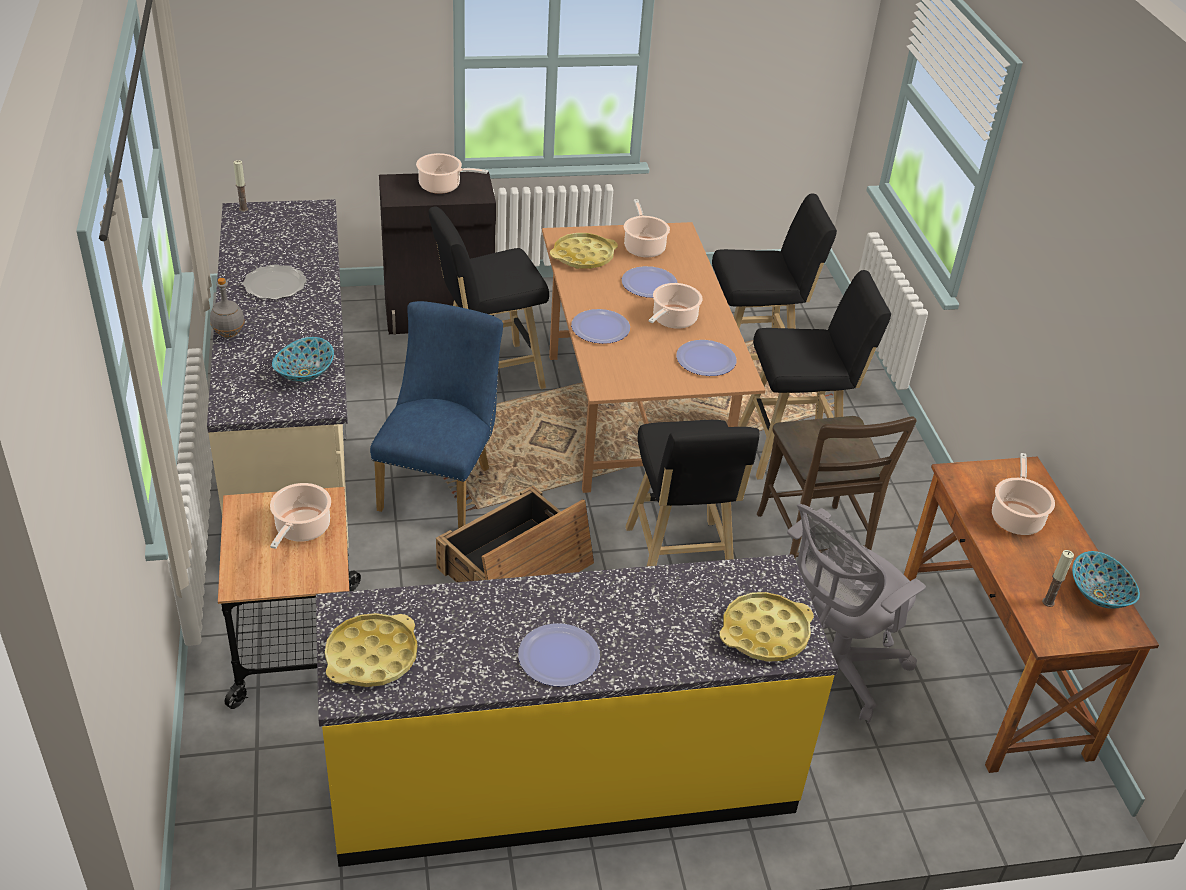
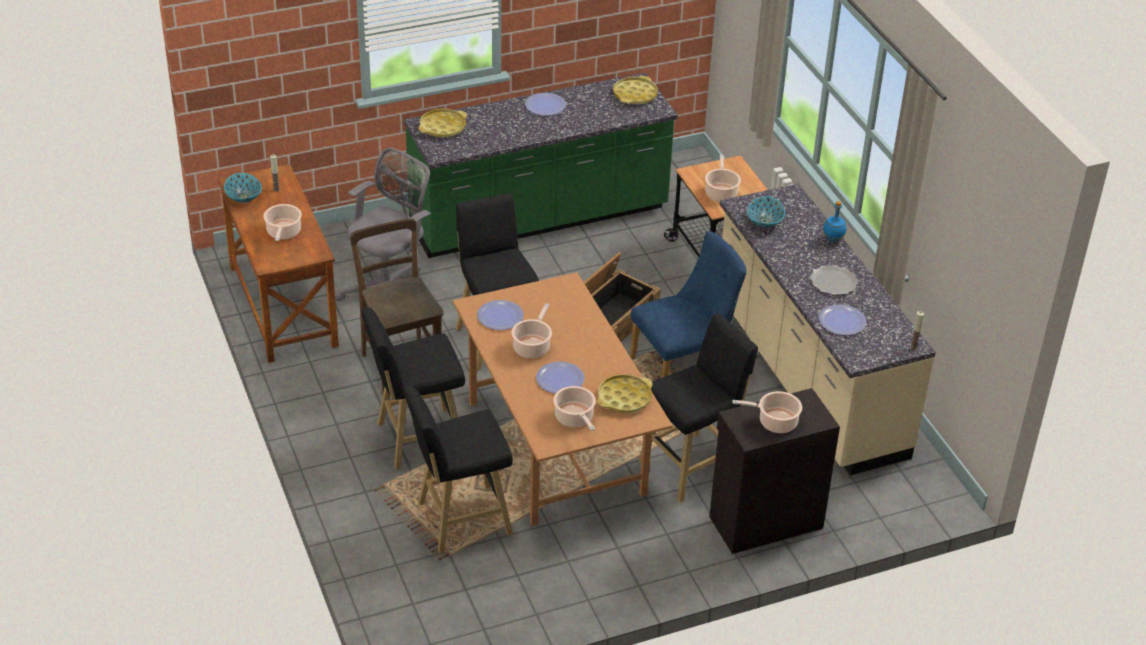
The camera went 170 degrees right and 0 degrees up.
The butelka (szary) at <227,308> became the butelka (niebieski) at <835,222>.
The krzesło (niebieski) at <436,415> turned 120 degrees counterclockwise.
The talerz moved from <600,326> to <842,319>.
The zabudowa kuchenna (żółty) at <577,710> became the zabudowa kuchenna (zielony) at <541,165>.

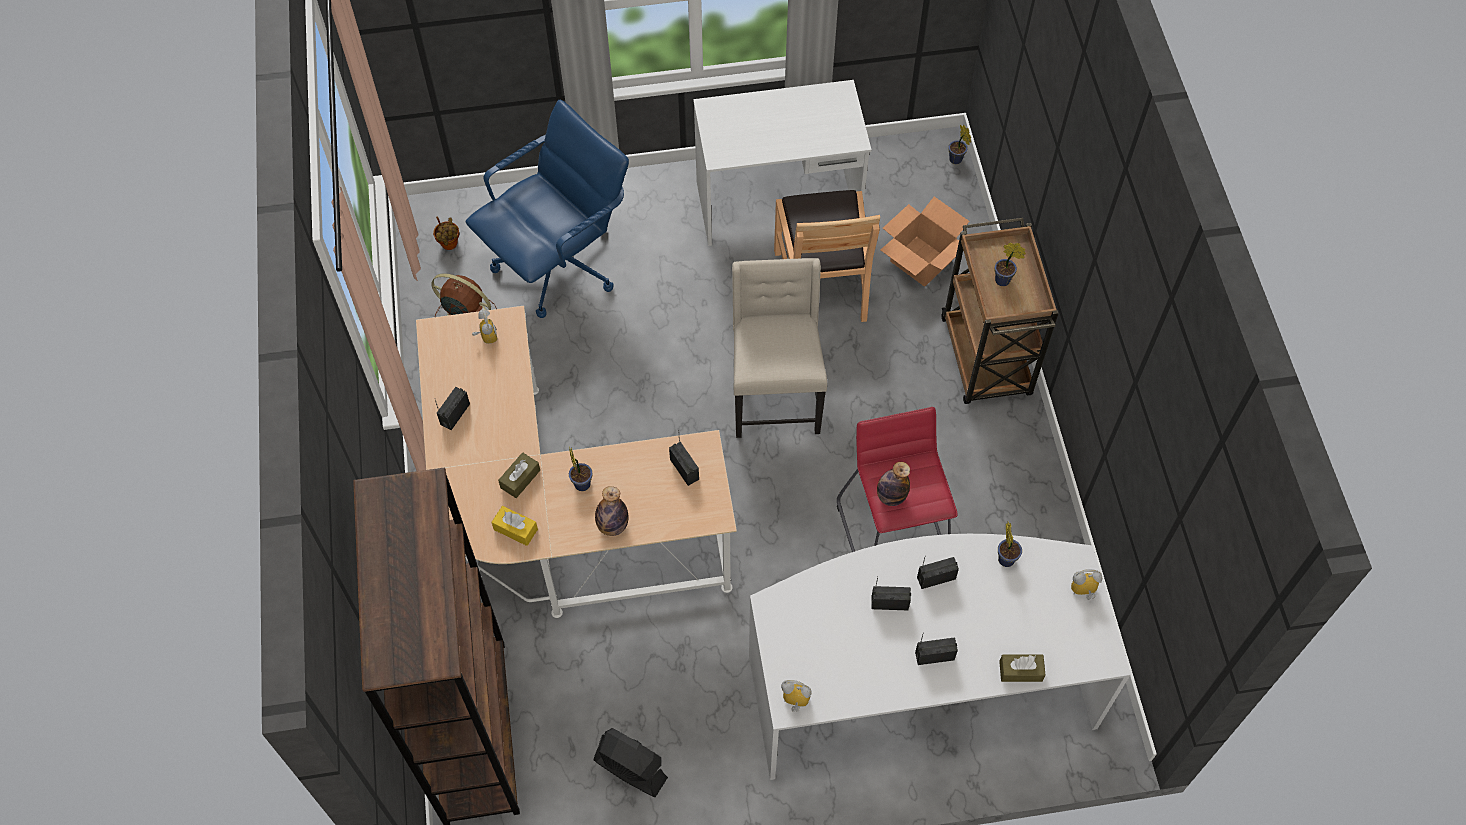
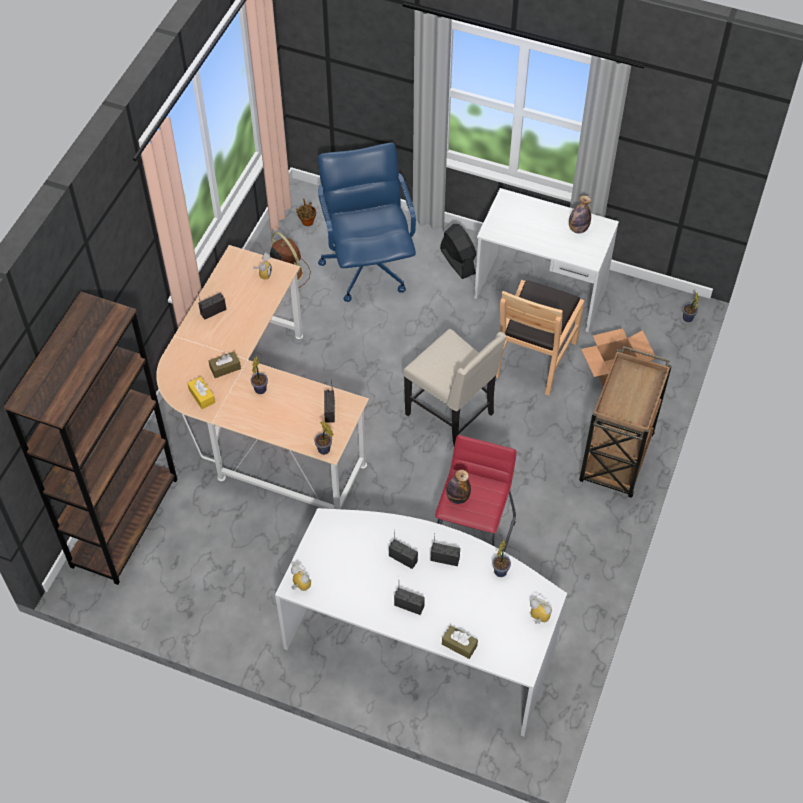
The camera went 30 degrees right and 5 degrees down.
The krzesło biurowe (niebieski) at <547,209> turned 90 degrees counterclockwise.
The roślina doniczkowa moved from <1010,264> to <324,438>.
The krzesło (beżowy) at <779,348> turned 105 degrees clockwise.
The butelka moved from <612,511> to <580,214>.
The wentylator (czarny) moved from <631,762> to <458,251>.

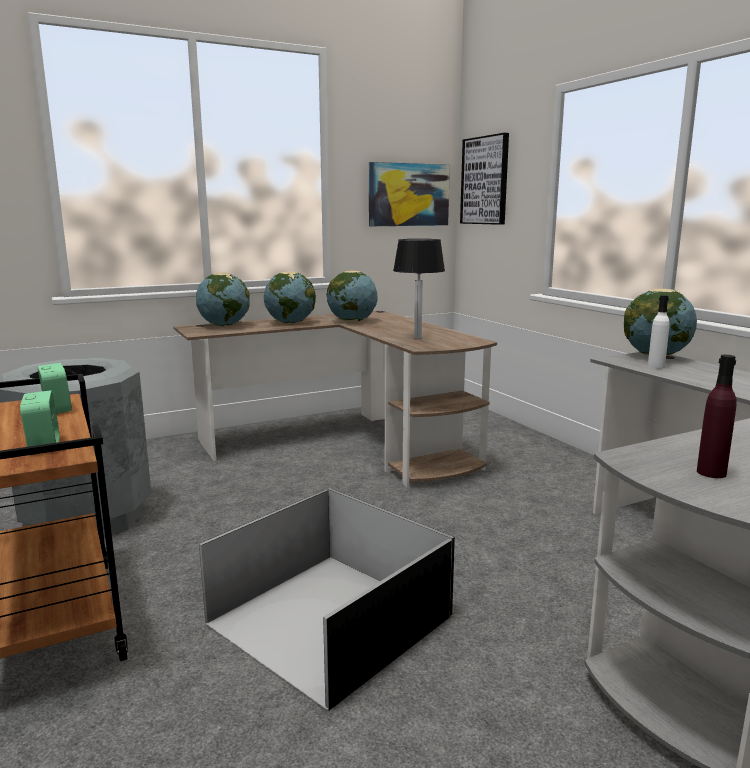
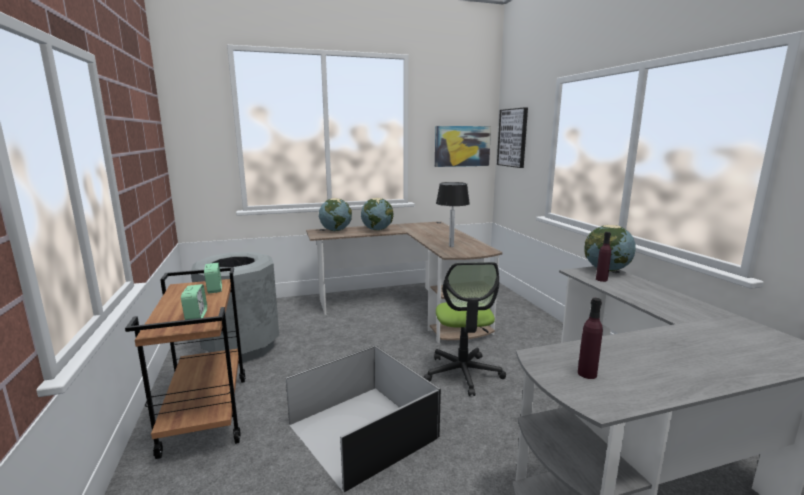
The camera went 10 degrees right and 0 degrees up.
The globus at <352,296> disappeared.
The butelka (biały) at <659,332> became the butelka (fioletowy) at <603,257>.
The krzesło biurowe at <465,329> appeared.

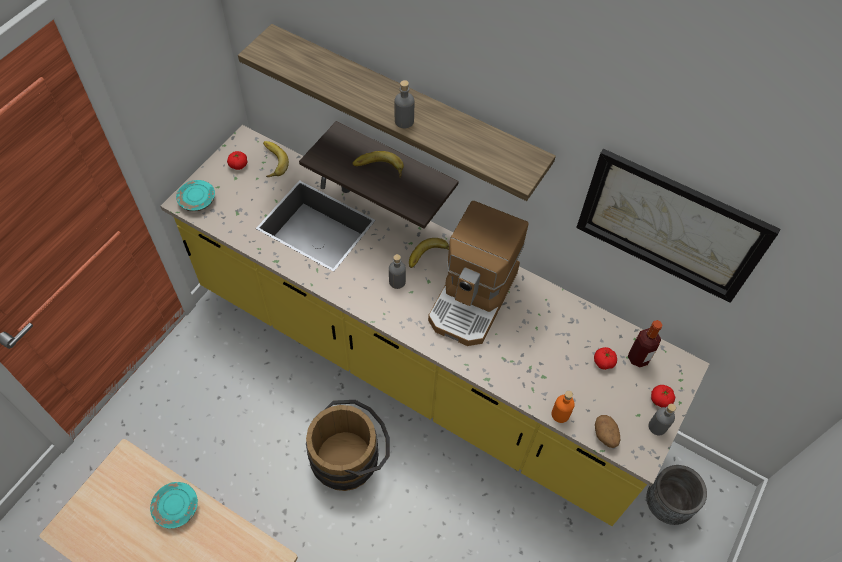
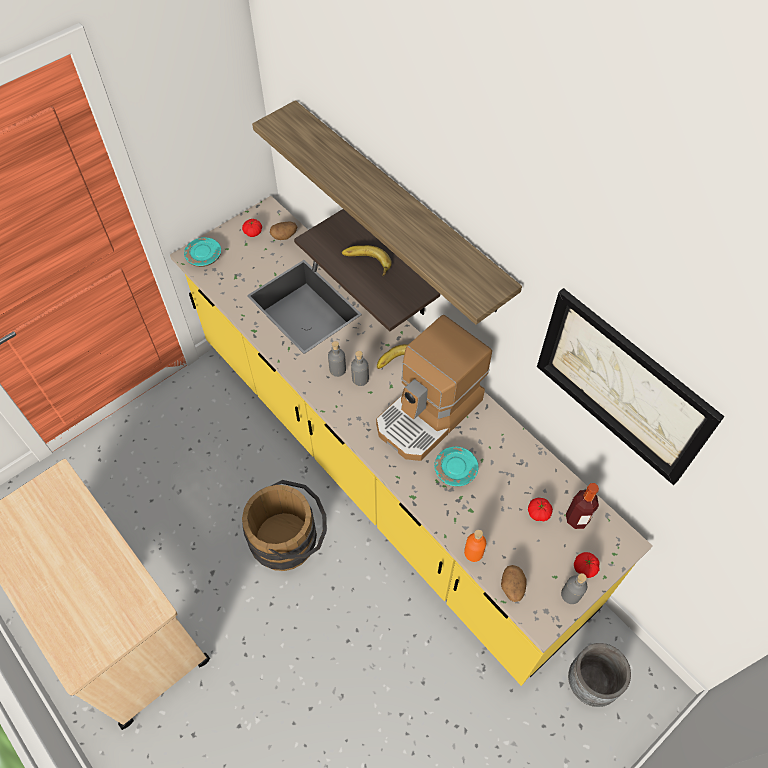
The camera went 20 degrees right and 0 degrees up.
The butelka (szary) moved from <404,104> to <337,359>.
The banan at <276,159> was replaced by the ziemniak at <283,231>.
The talerz (turkusowy) moved from <174,505> to <456,466>.

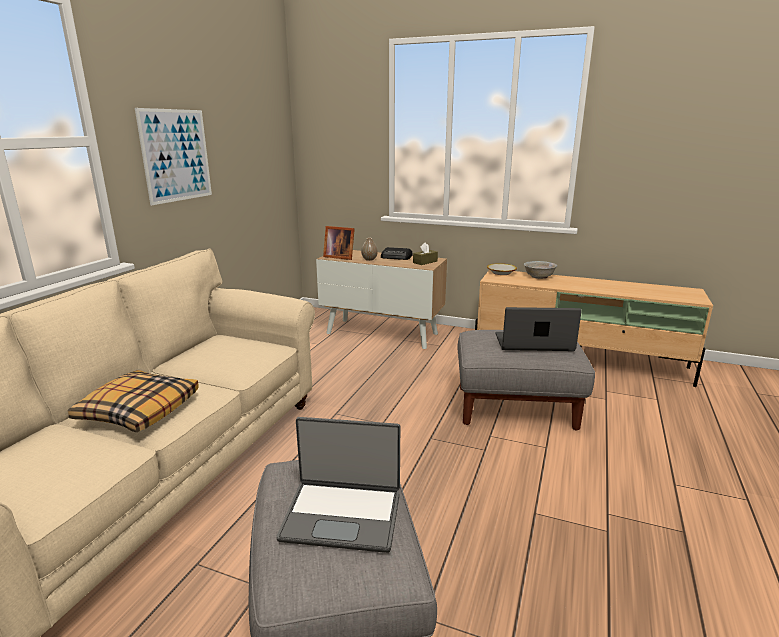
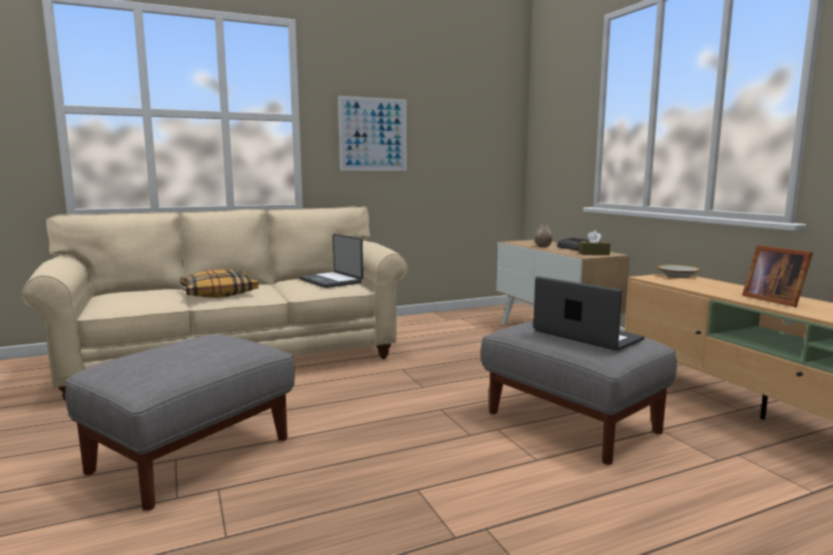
The camera went 45 degrees right and 10 degrees down.
The ramka na zdjęcie moved from <339,243> to <777,276>.
The miska (biały) at <540,270> disappeared.
The laptop moved from <338,485> to <331,261>.

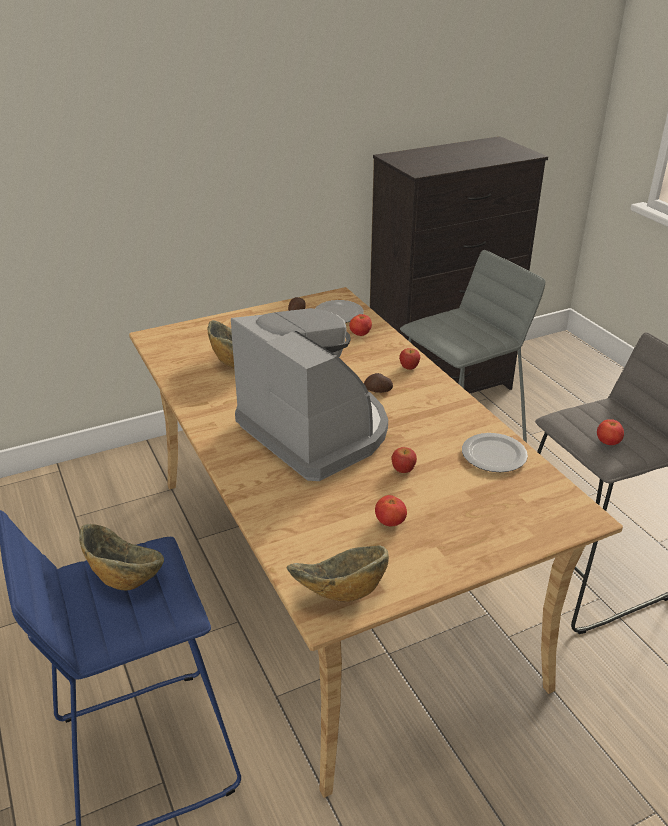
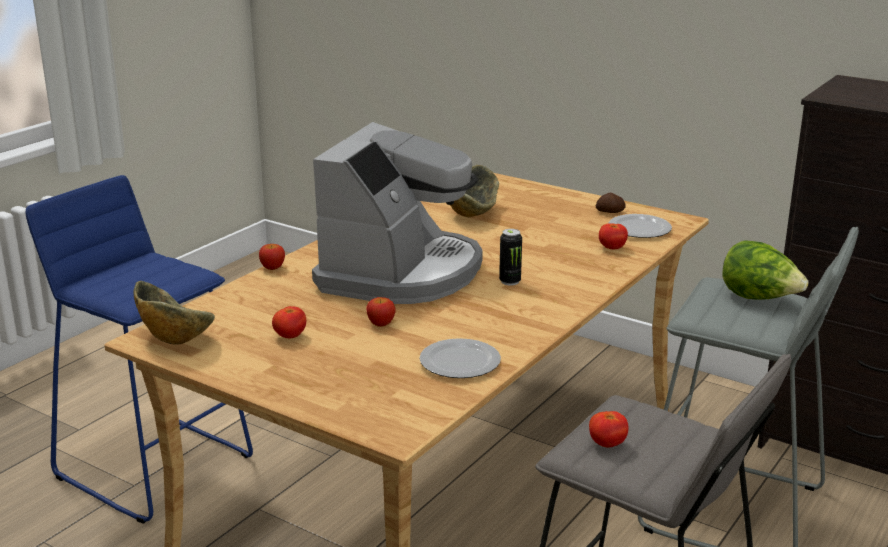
The camera went 60 degrees right and 10 degrees down.
The jabłko moved from <409,359> to <272,257>.
The ziemniak at <378,383> was replaced by the puszka at <510,257>.
The miska at <121,557> disappeared.
The sałata at <766,270> appeared.

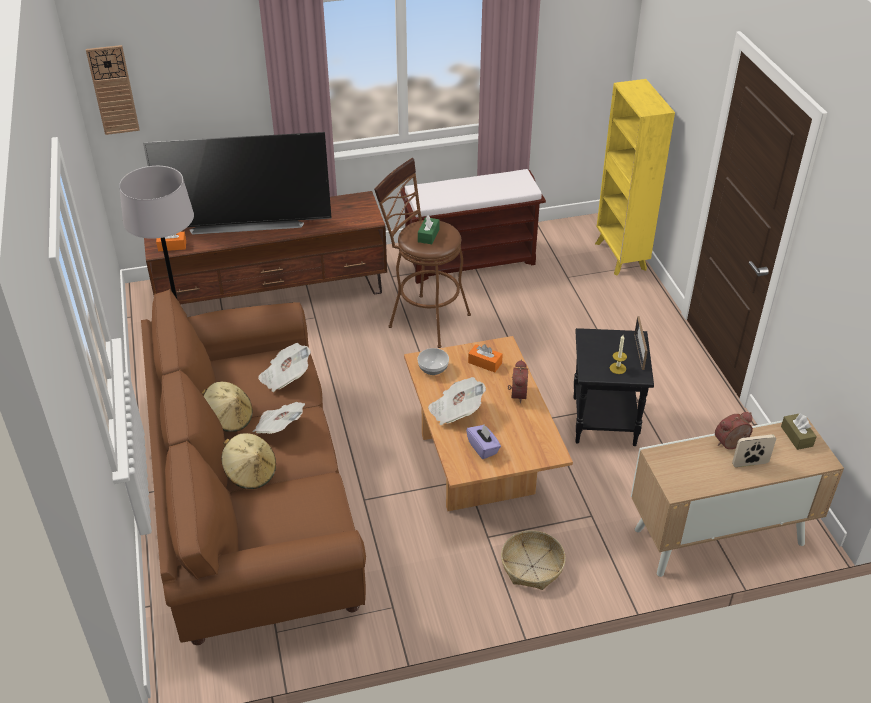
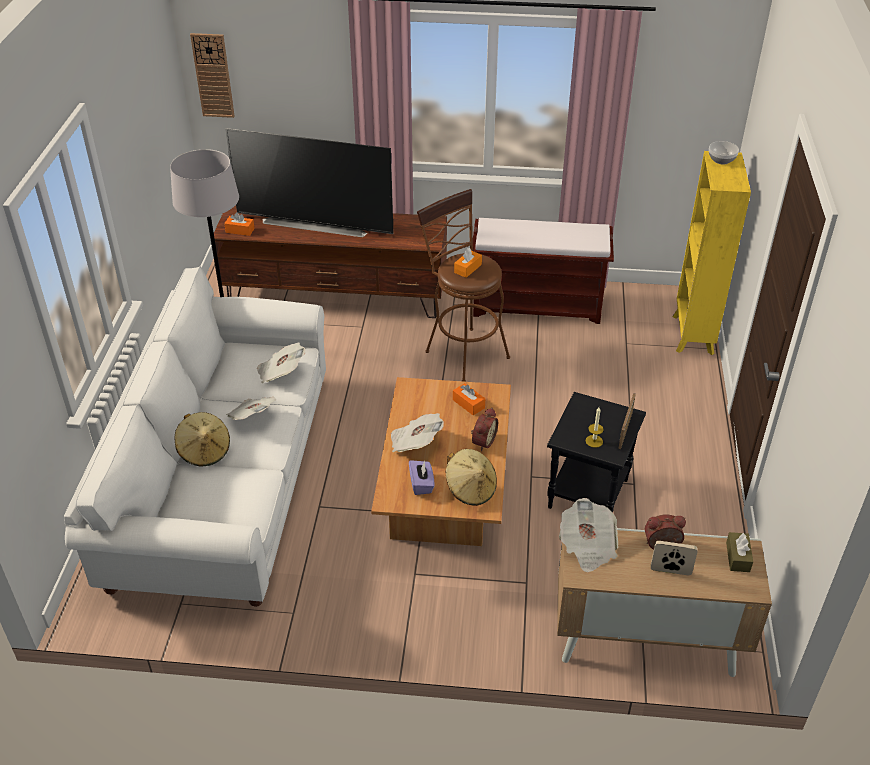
The camera went 20 degrees right and 0 degrees up.
The pudełko chusteczek (zielony) at <429,229> became the pudełko chusteczek (pomarańczowy) at <468,263>.
The kanapa (brązowy) at <253,467> became the kanapa (biały) at <195,436>.
The miska moved from <433,361> to <724,152>.
The kapelusz (beżowy) moved from <227,407> to <471,477>.
The koszyk at <533,560> disappeared.
The gazeta at <588,535> appeared.

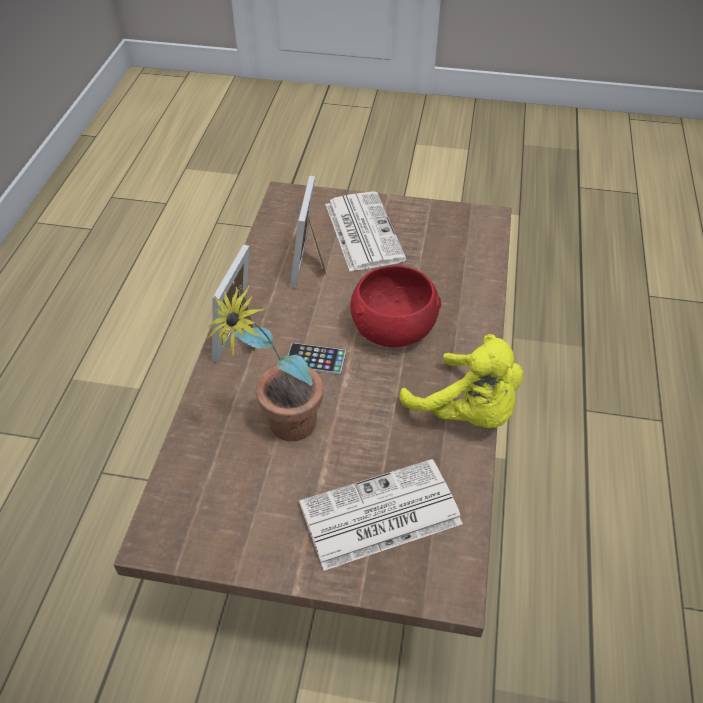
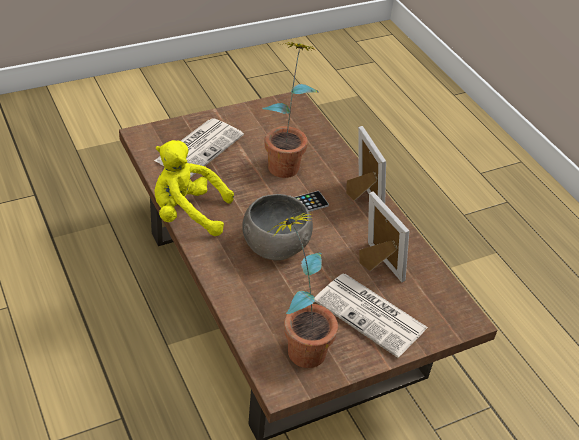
The camera went 140 degrees right and 5 degrees down.
The miska (czerwony) at <395,306> became the miska (szary) at <277,227>.
The roślina doniczkowa at <303,290> appeared.

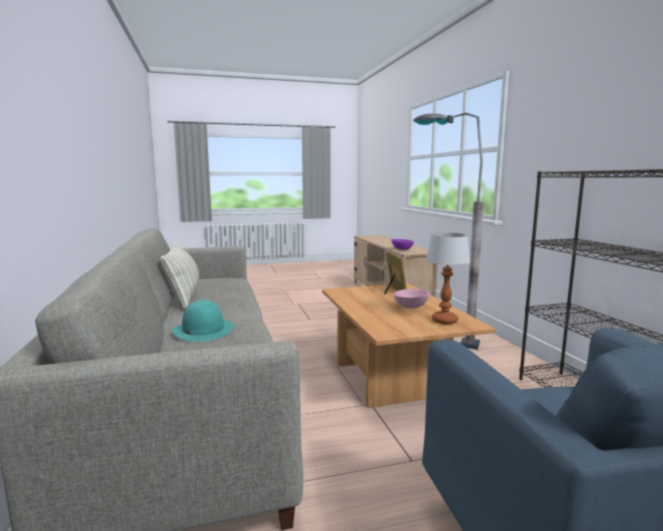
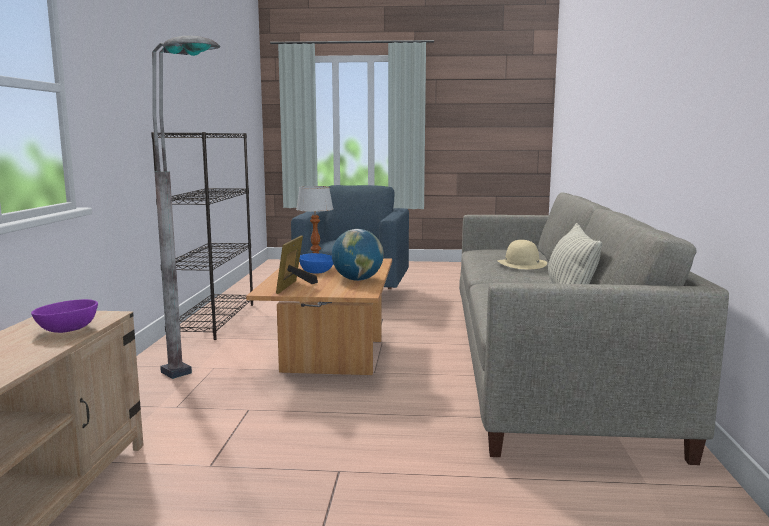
The camera went 160 degrees left and 0 degrees up.
The miska (różowy) at <412,298> became the miska (niebieski) at <316,263>.
The kapelusz (turkusowy) at <203,321> became the kapelusz (beżowy) at <522,254>.
The globus at <358,255> appeared.

